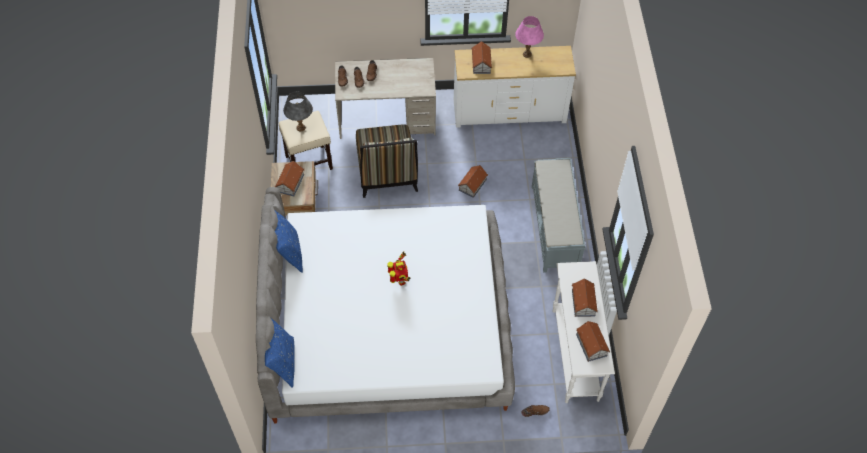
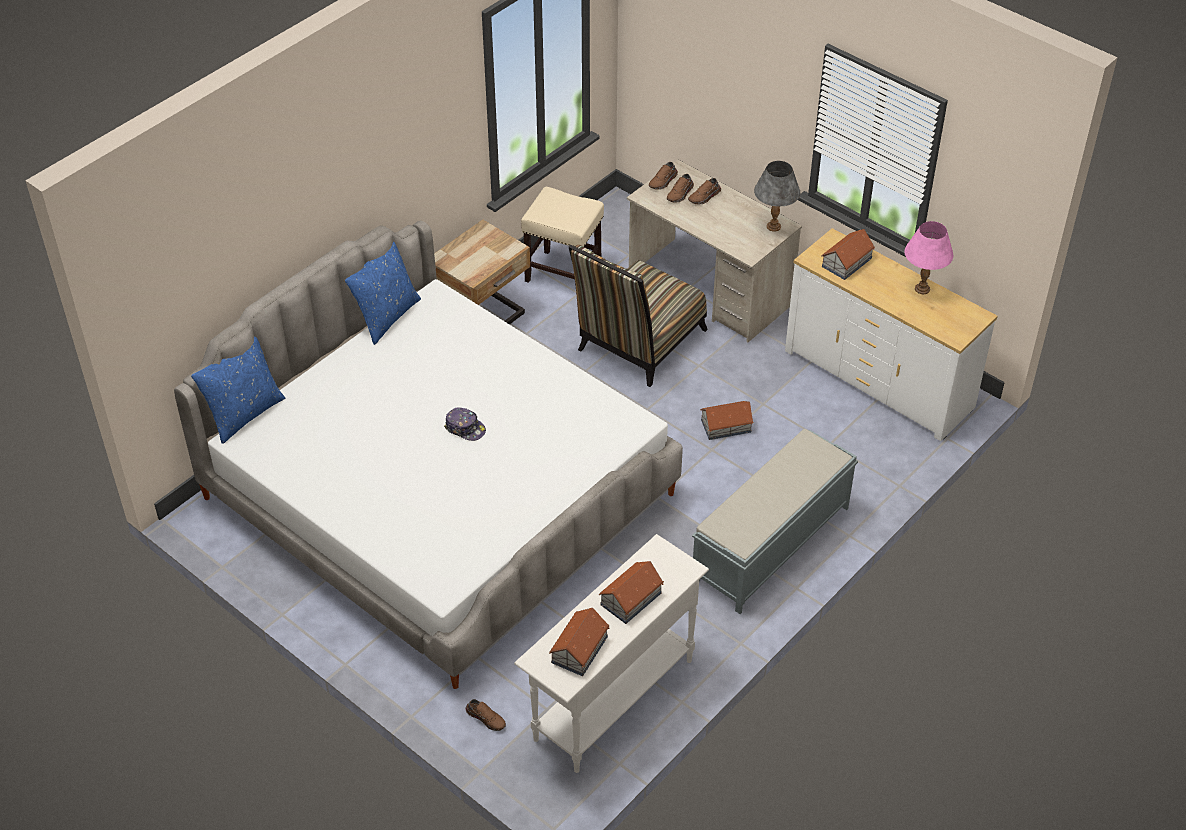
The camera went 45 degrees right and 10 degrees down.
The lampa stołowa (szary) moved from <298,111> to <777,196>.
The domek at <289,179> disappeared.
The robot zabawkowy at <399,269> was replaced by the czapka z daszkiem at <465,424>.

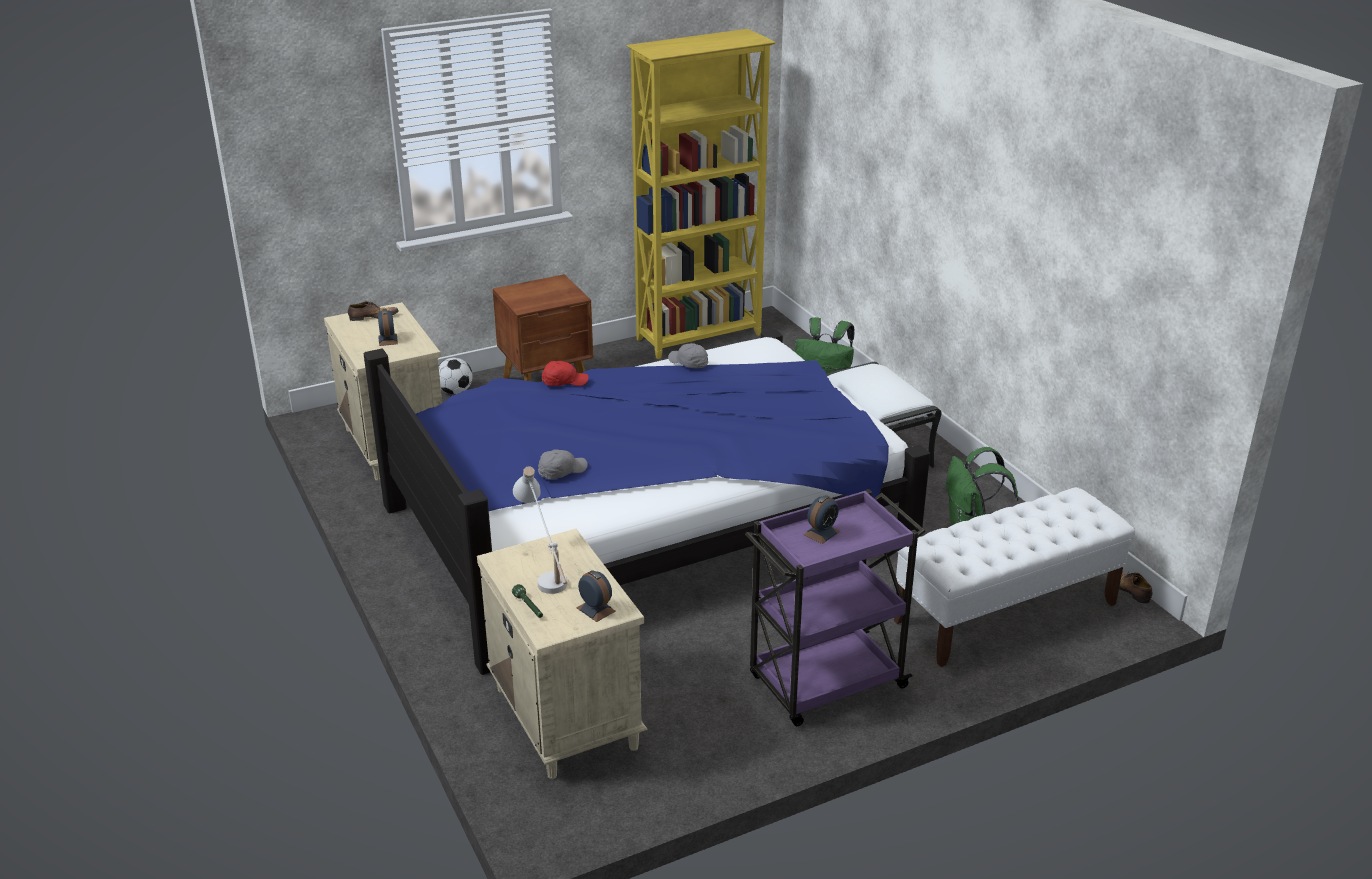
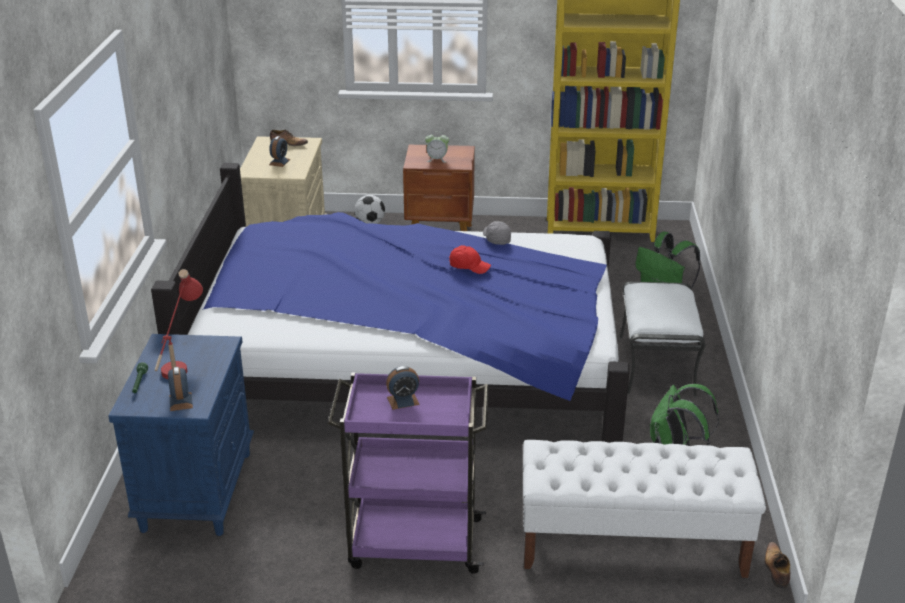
The camera went 30 degrees right and 0 degrees up.
The czapka z daszkiem (czerwony) moved from <565,373> to <470,259>.
The czapka z daszkiem (szary) at <563,464> disappeared.
The lampa stołowa (biały) at <540,530> became the lampa stołowa (czerwony) at <178,324>.
The szafka nocna (beżowy) at <562,654> became the szafka nocna (niebieski) at <181,435>.
The budzik at <437,147> appeared.

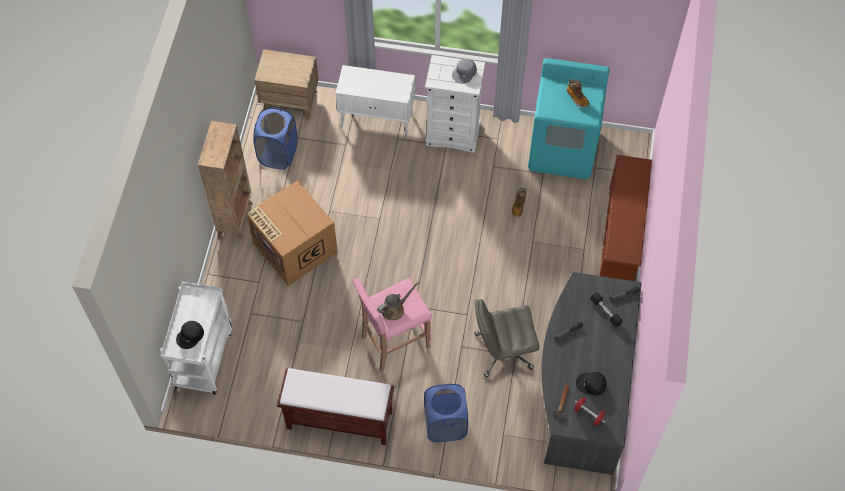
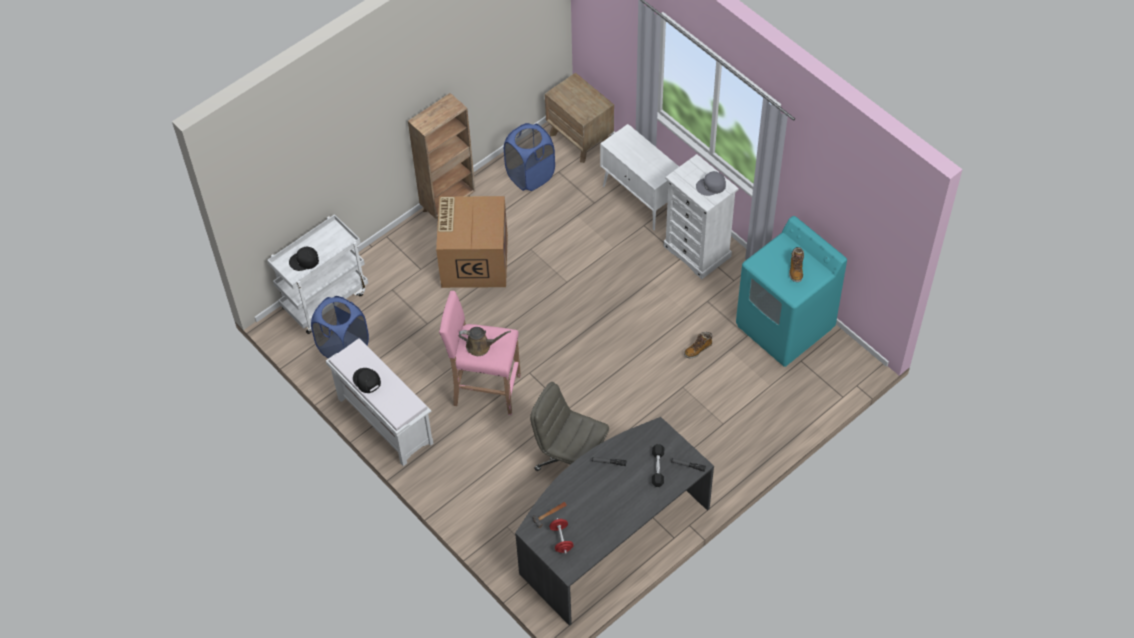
The camera went 40 degrees right and 5 degrees down.
The regał na buty (brązowy) at <625,218> disappeared.
The ławka (brązowy) at <335,406> became the ławka (biały) at <380,402>.
The czapka z daszkiem (czarny) moved from <591,384> to <367,380>.
The kosz na pranie (niebieski) moved from <446,412> to <340,327>.

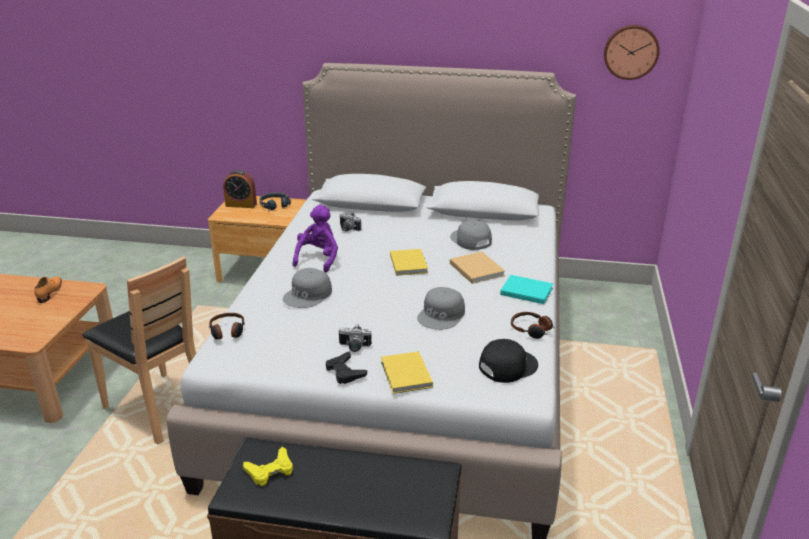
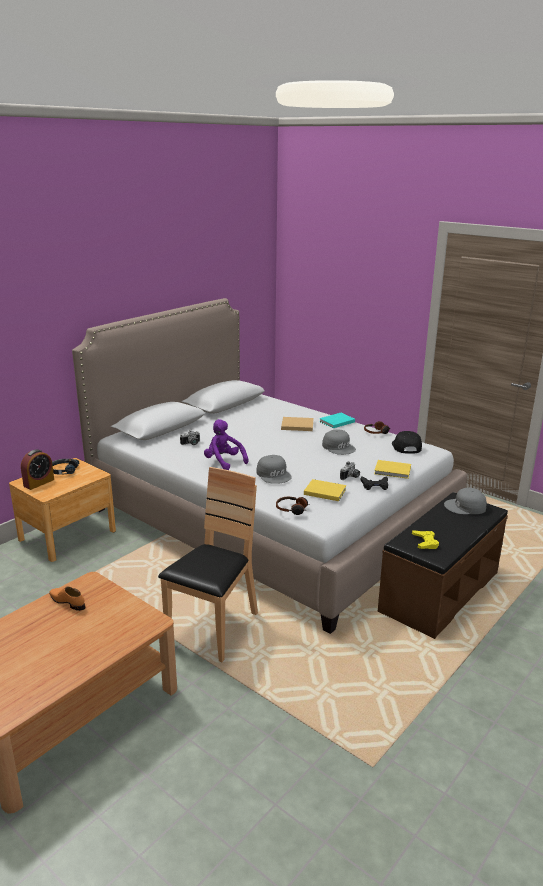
The camera went 60 degrees left and 5 degrees down.
The zegar ścienny at <632,52> disappeared.
The czapka z daszkiem (szary) moved from <471,235> to <465,501>.
The książka (żółty) moved from <409,262> to <325,490>.
The krzesło (brązowy) at <139,350> turned 45 degrees counterclockwise.

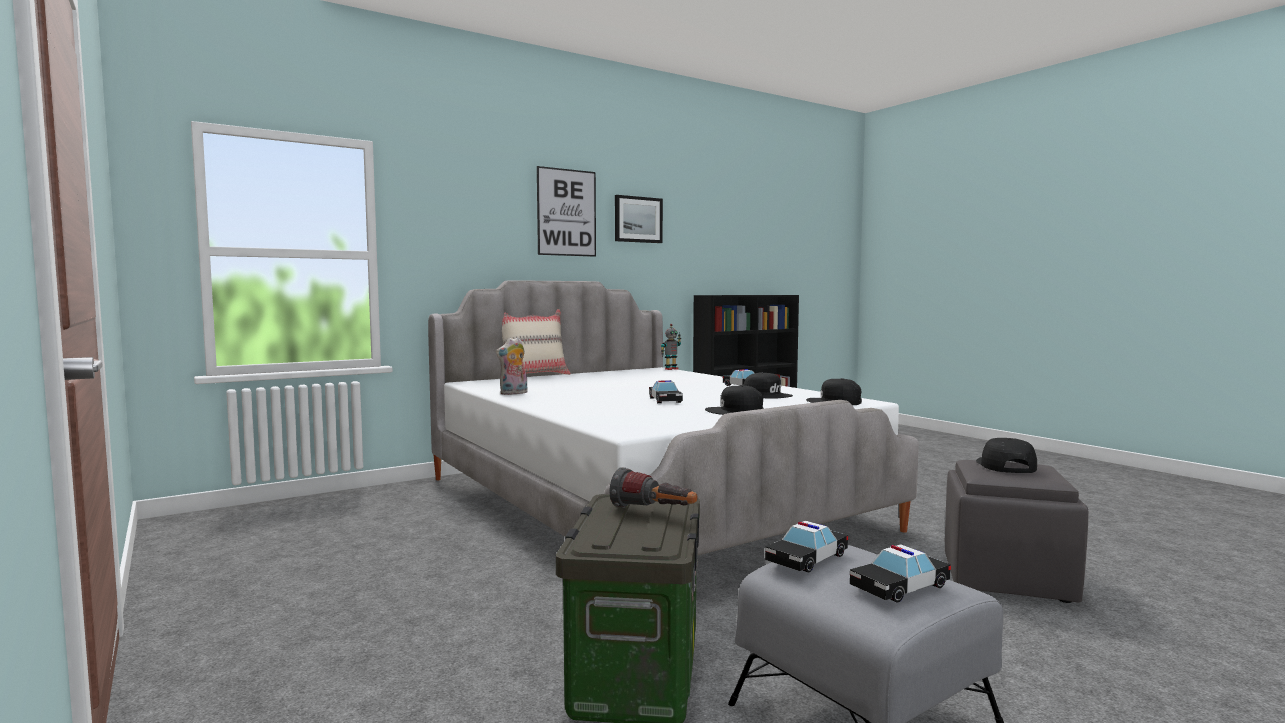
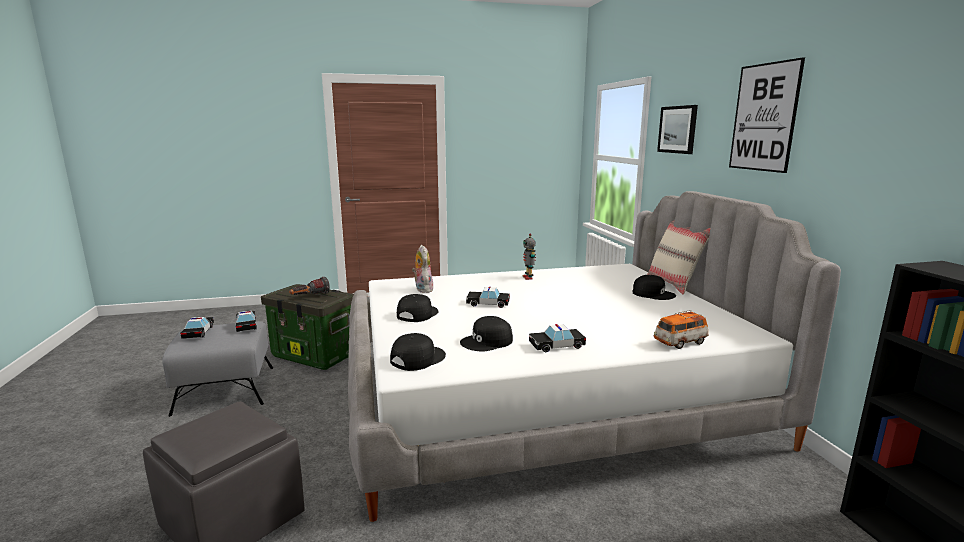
The camera went 110 degrees right and 10 degrees up.
The obraz moved from <639,219> to <677,129>.
The robot zabawkowy moved from <671,347> to <529,257>.
The pluszak moved from <511,366> to <422,269>.
The czapka z daszkiem (czarny) moved from <1006,455> to <654,287>.
The samochodzik at <681,329> appeared.

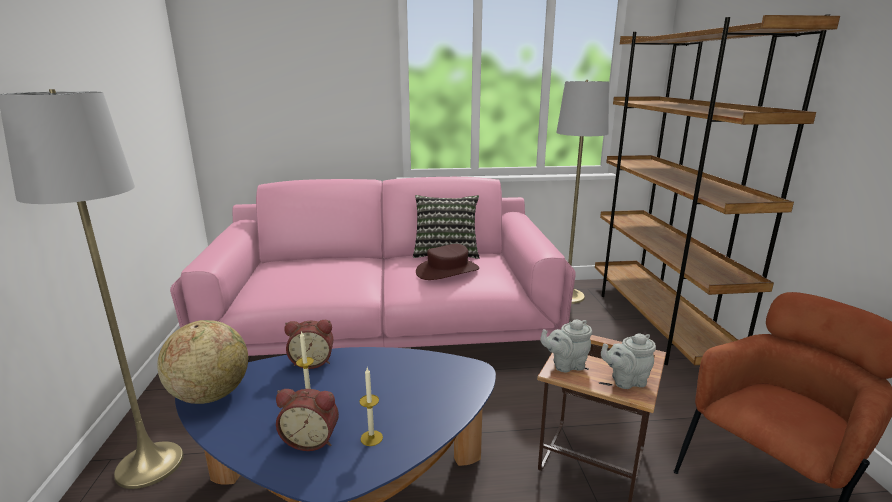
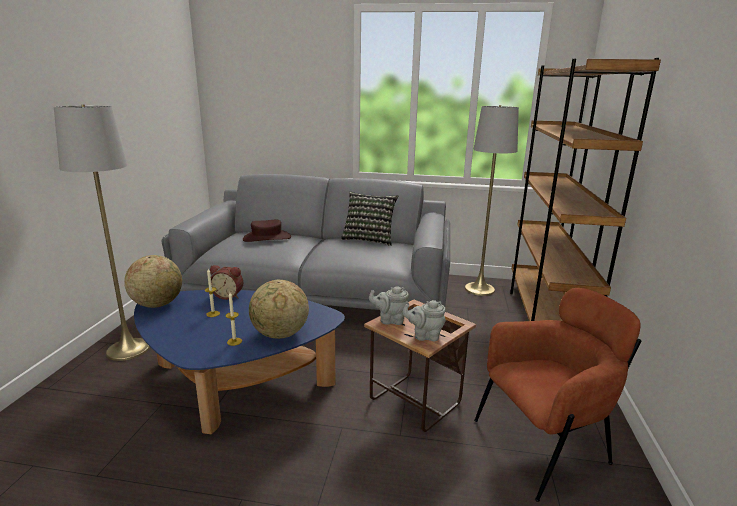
The camera went 15 degrees right and 0 degrees up.
The kanapa (różowy) at <373,266> became the kanapa (szary) at <306,242>.
The kapelusz (brązowy) moved from <447,262> to <267,230>.
The budzik at <307,420> disappeared.
The globus at <279,309> appeared.

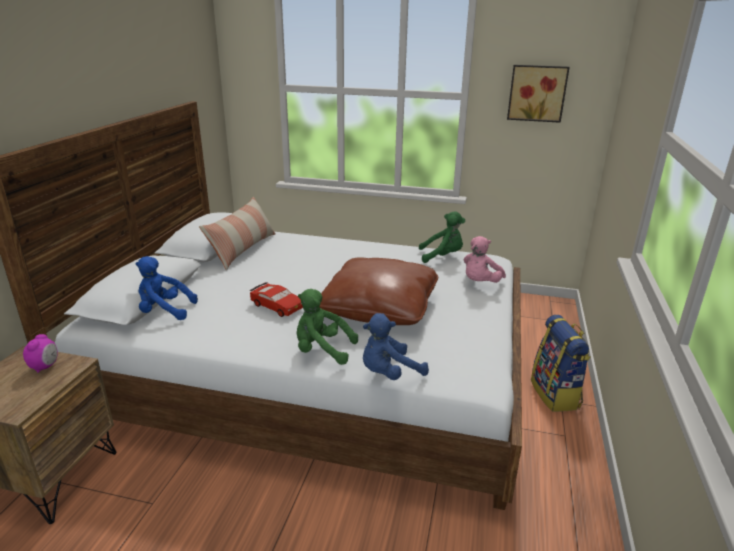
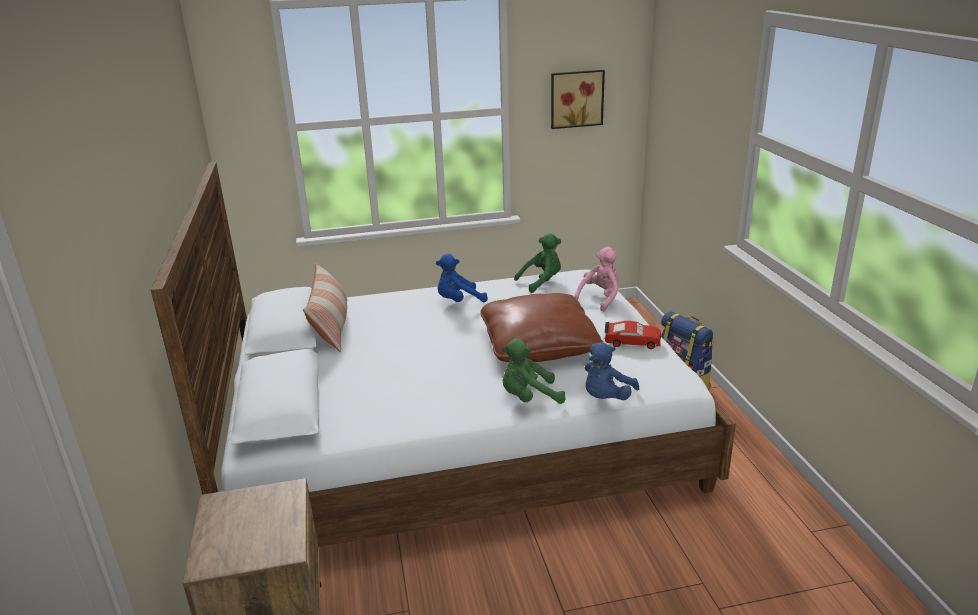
The camera went 25 degrees left and 0 degrees up.
The pluszak (różowy) at <485,259> turned 150 degrees counterclockwise.
The pluszak (niebieski) moved from <167,288> to <462,278>.
The samochodzik (czerwony) moved from <276,299> to <632,335>.
The budzik at <40,353> disappeared.

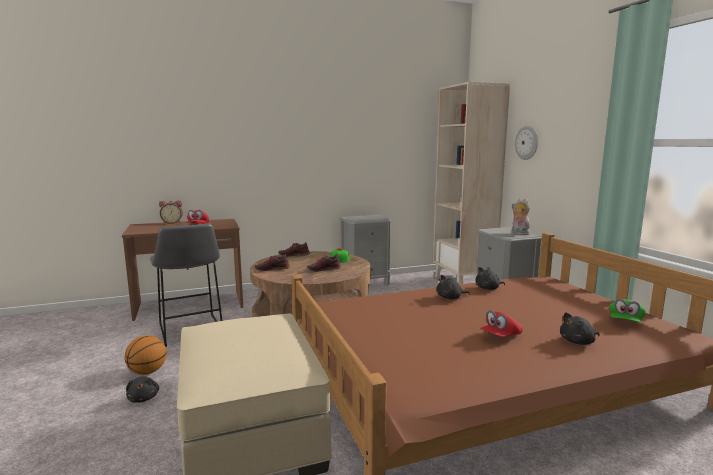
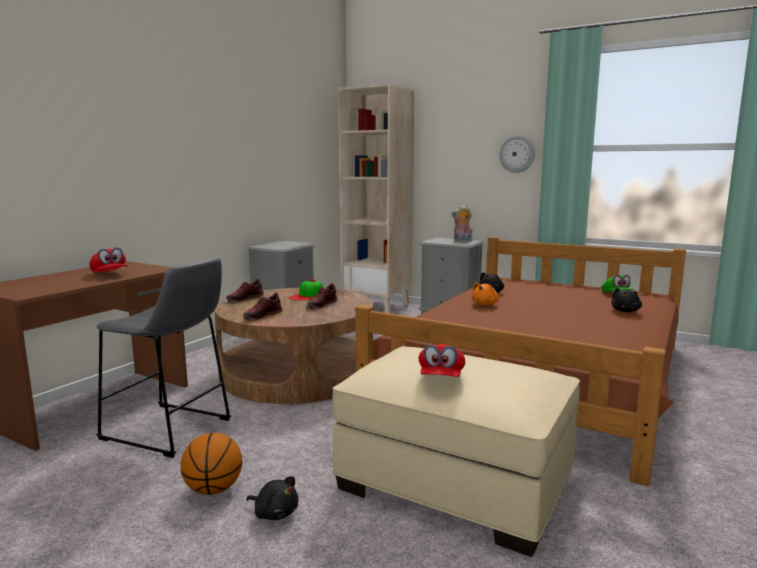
The camera went 40 degrees left and 0 degrees up.
The zegar ścienny moved from <526,143> to <517,154>.
The budzik at <171,212> disappeared.
The pluszak (czarny) at <453,287> became the pluszak (pomarańczowy) at <485,293>.
The czapka z daszkiem (czerwony) moved from <501,323> to <442,360>.

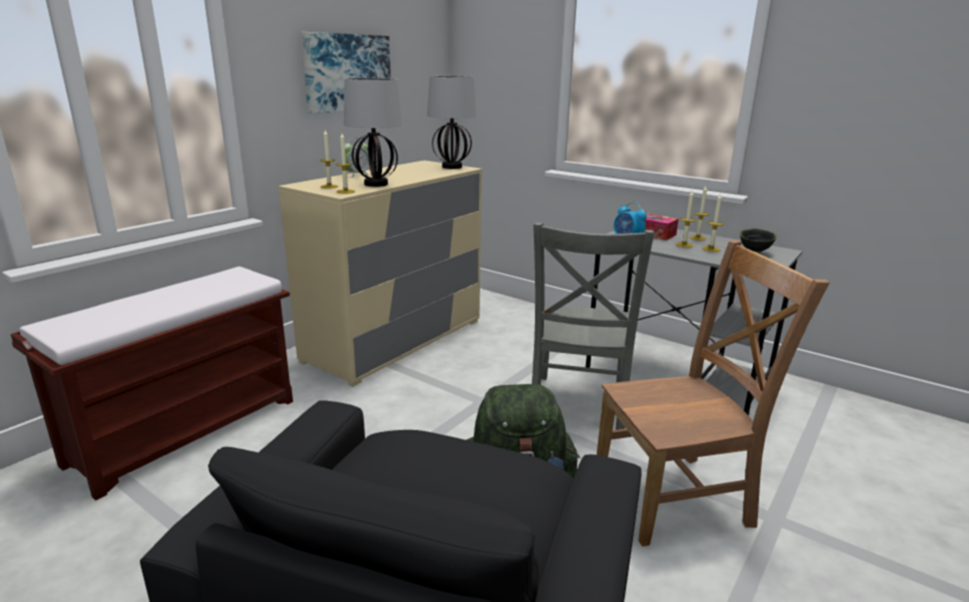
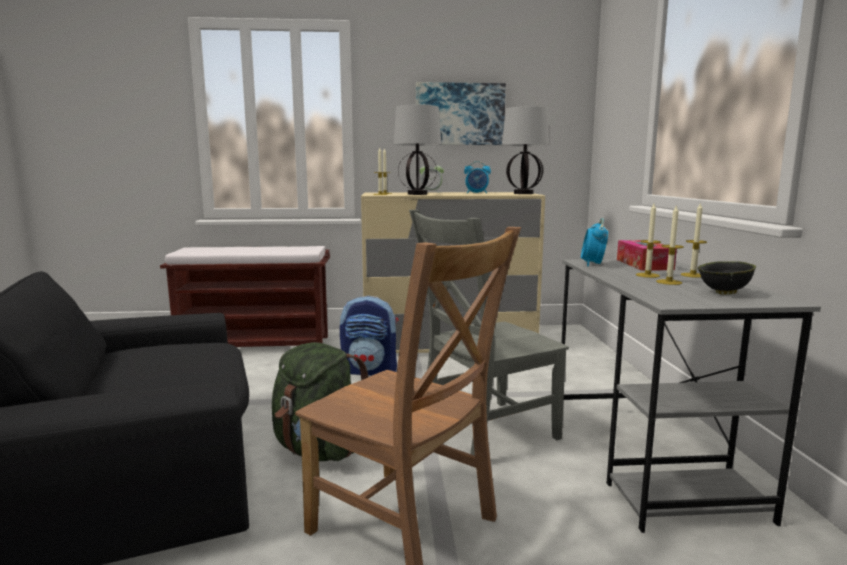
The camera went 50 degrees right and 10 degrees down.
The budzik at <477,177> appeared.
The plecak at <369,335> appeared.

